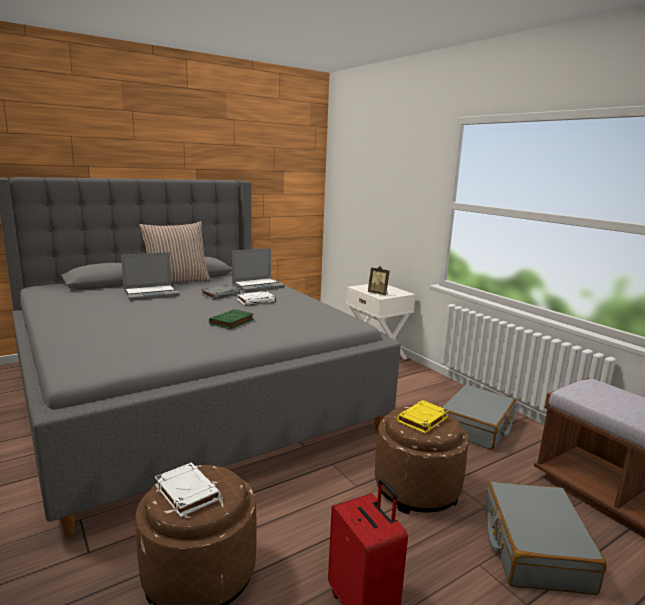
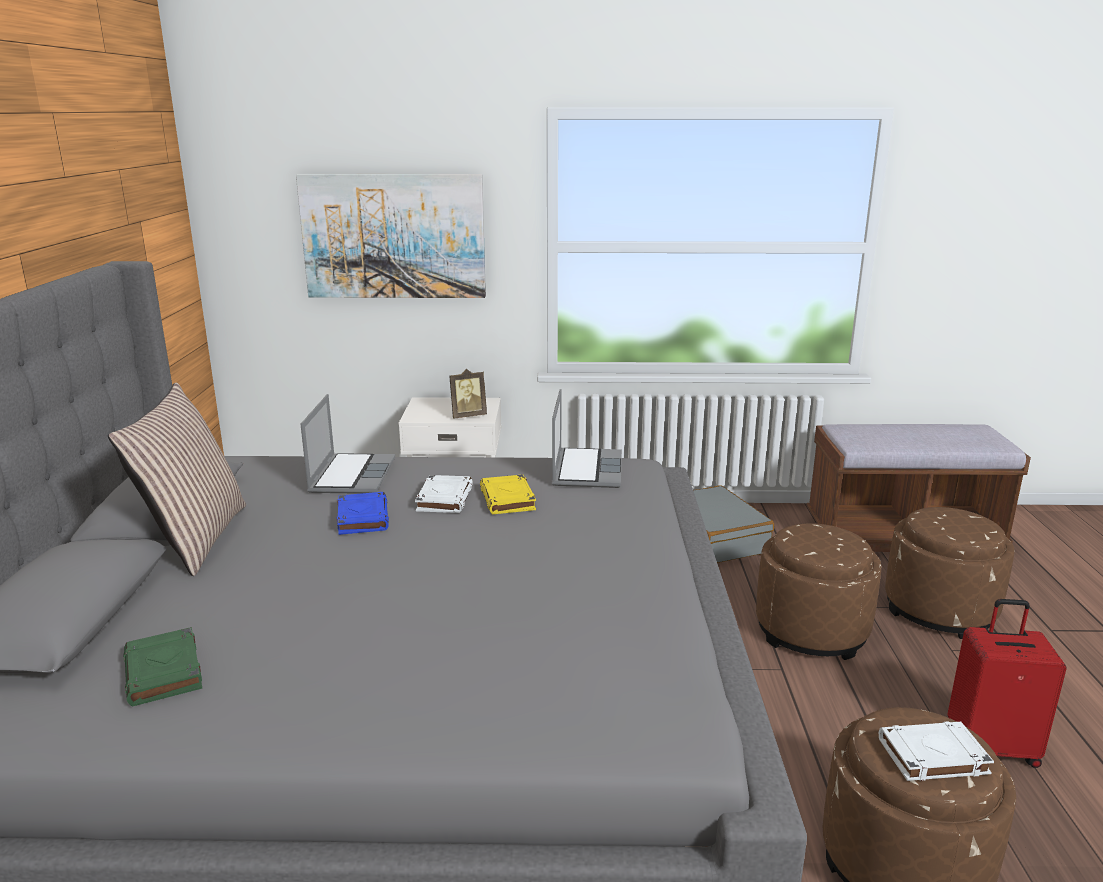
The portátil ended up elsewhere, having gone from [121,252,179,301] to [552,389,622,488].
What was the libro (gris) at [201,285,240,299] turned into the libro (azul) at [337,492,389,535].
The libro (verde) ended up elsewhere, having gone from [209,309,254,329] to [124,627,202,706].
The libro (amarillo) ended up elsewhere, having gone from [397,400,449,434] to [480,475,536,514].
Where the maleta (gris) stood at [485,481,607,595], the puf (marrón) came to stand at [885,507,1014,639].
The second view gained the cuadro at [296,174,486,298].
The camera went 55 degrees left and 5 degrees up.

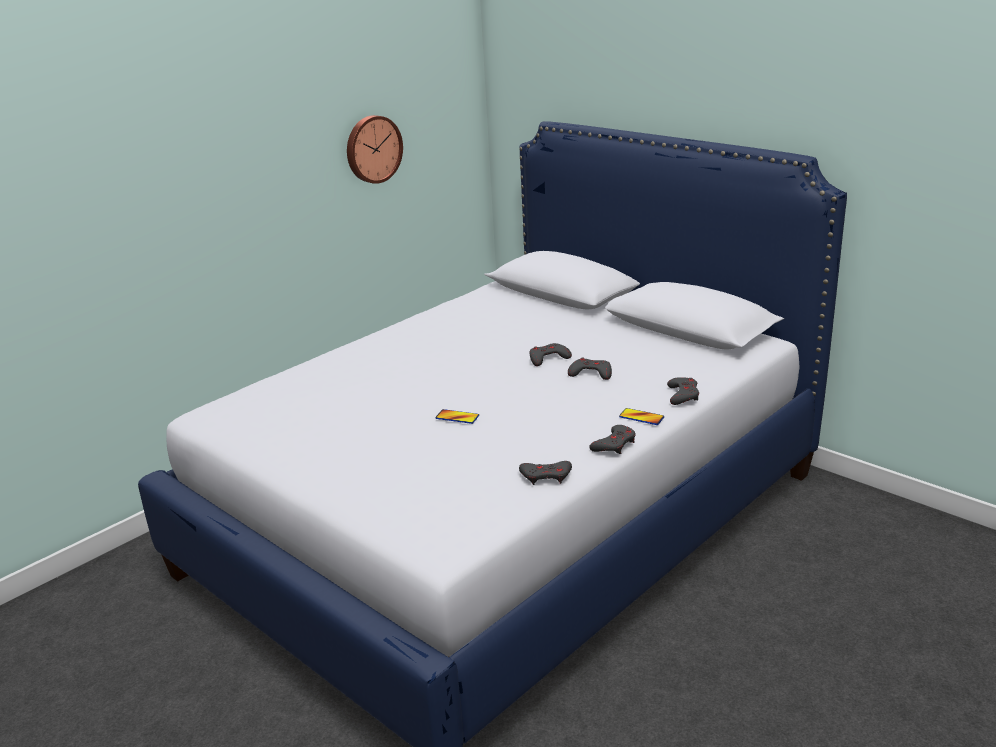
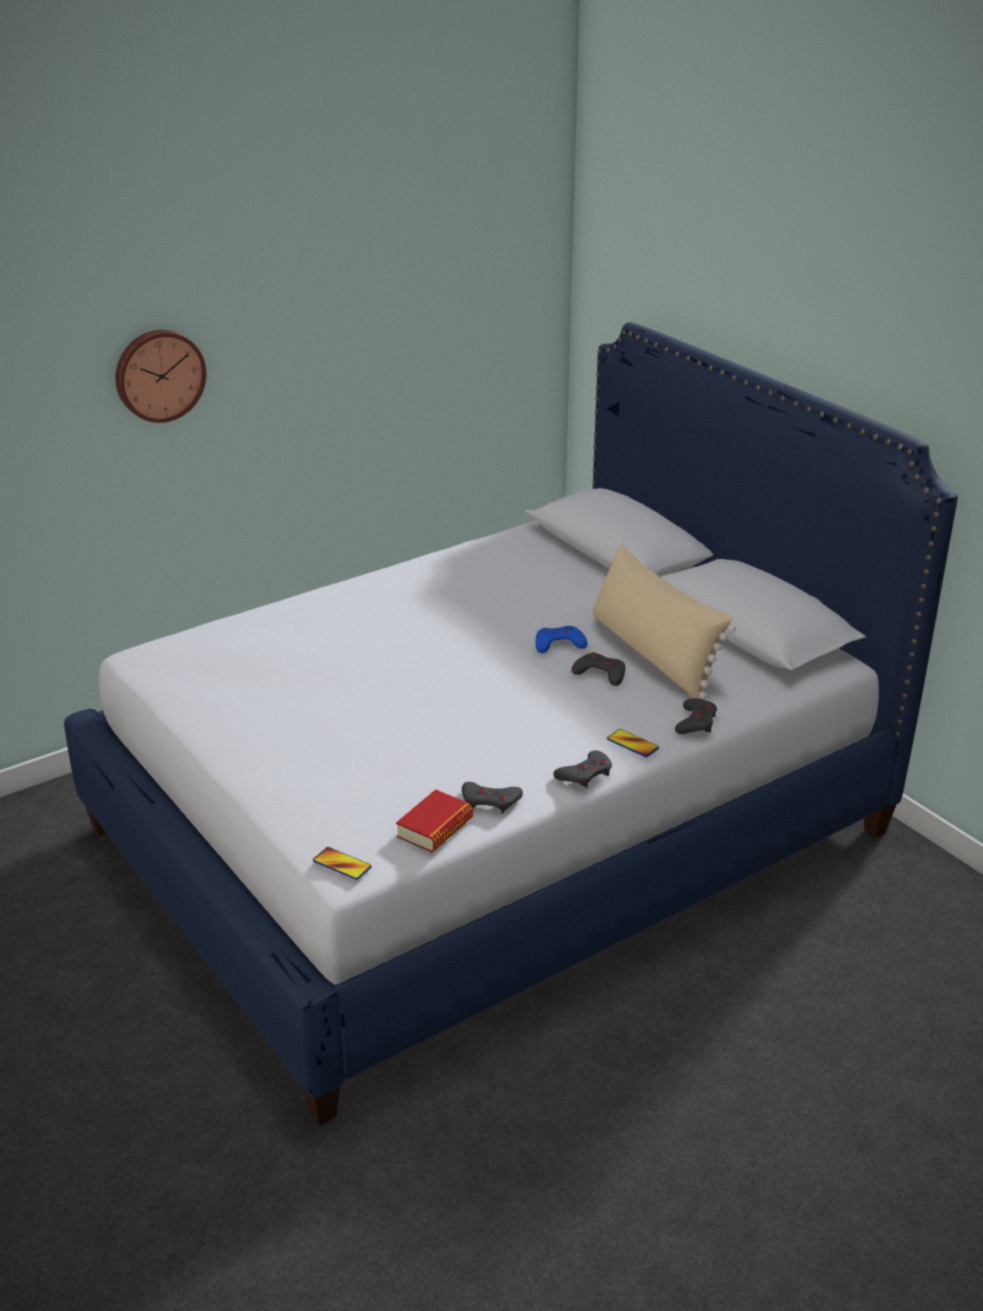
The reloj de pared ended up elsewhere, having gone from [347,115,403,184] to [115,330,206,423].
The móvil ended up elsewhere, having gone from [436,409,479,424] to [313,847,372,880].
What was the mando de consola (gris) at [530,343,572,366] turned into the mando de consola (azul) at [535,626,587,653].
The second view gained the libro at [396,789,473,852].
The second view gained the cojín (beis) at [592,543,736,700].
The camera went 10 degrees right and 5 degrees up.

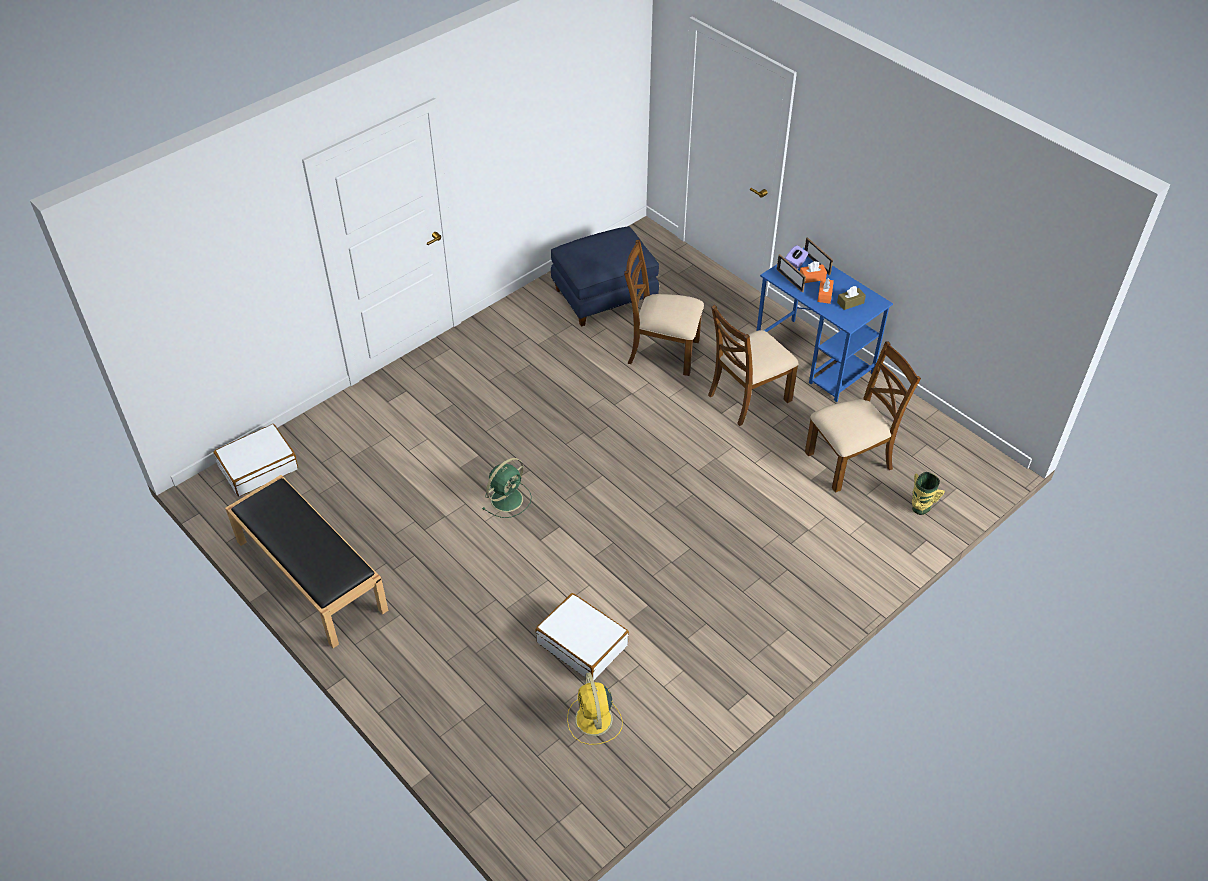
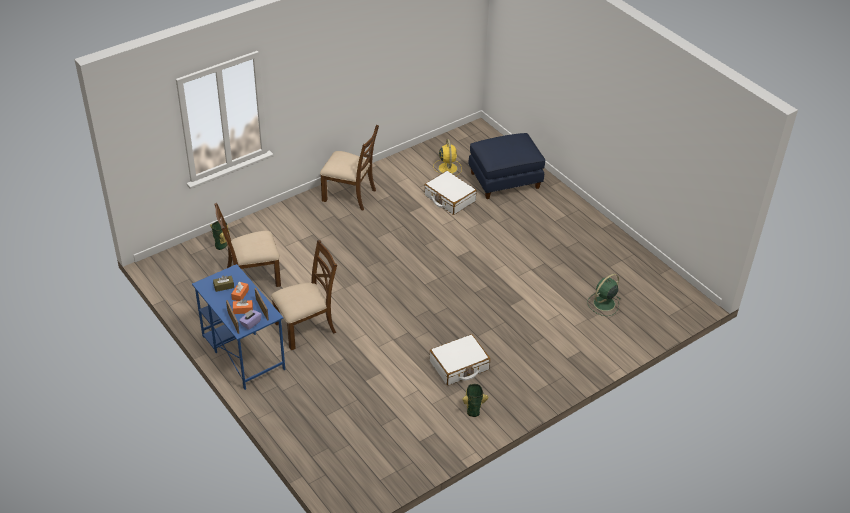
The maleta (blanco) ended up elsewhere, having gone from [213,424,298,497] to [429,334,490,385].
The second view lost the banco (negro) at [225,475,389,648].
The ventilador (verde) ended up elsewhere, having gone from [482,458,532,518] to [587,274,620,316].
The puf (azul) ended up elsewhere, having gone from [551,226,659,327] to [469,133,545,199].
The silla (marrón) ended up elsewhere, having gone from [624,240,704,376] to [320,125,379,210].
The second view gained the florero at [463,384,488,417].
The camera went 175 degrees left and 5 degrees down.

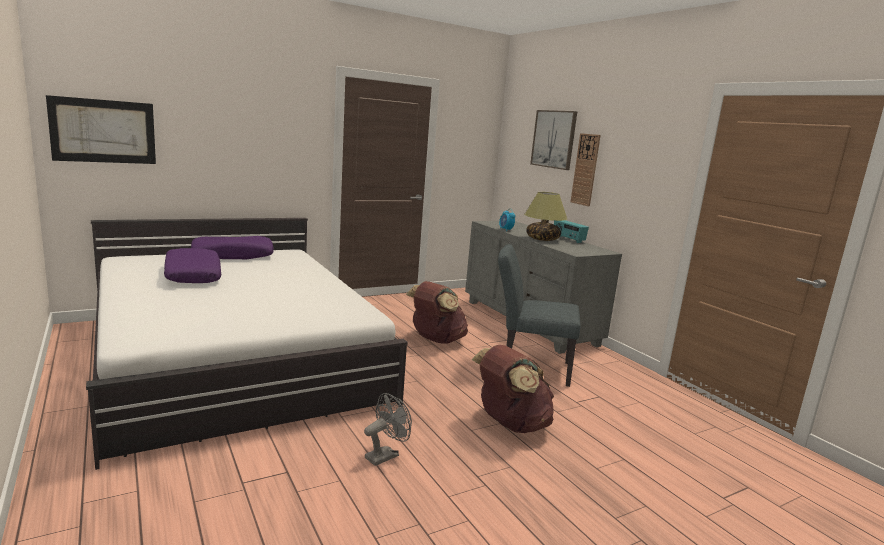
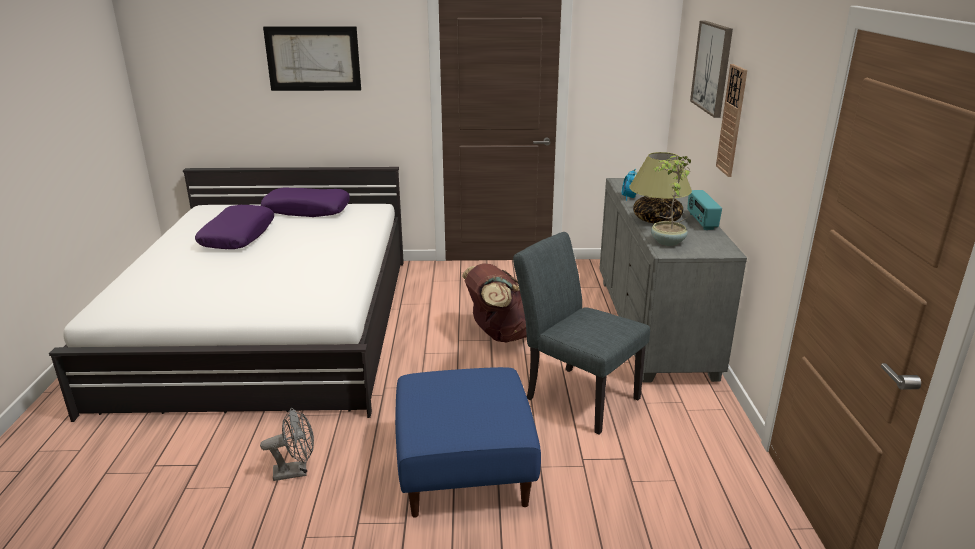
The cuadro ended up elsewhere, having gone from [46,95,156,164] to [263,26,361,91].
Where the mochila (marrón) stood at [472,345,554,433], the puf (azul) came to stand at [395,367,541,518].
The second view gained the planta en maceta at [651,156,691,246].
The camera went 30 degrees right and 10 degrees up.

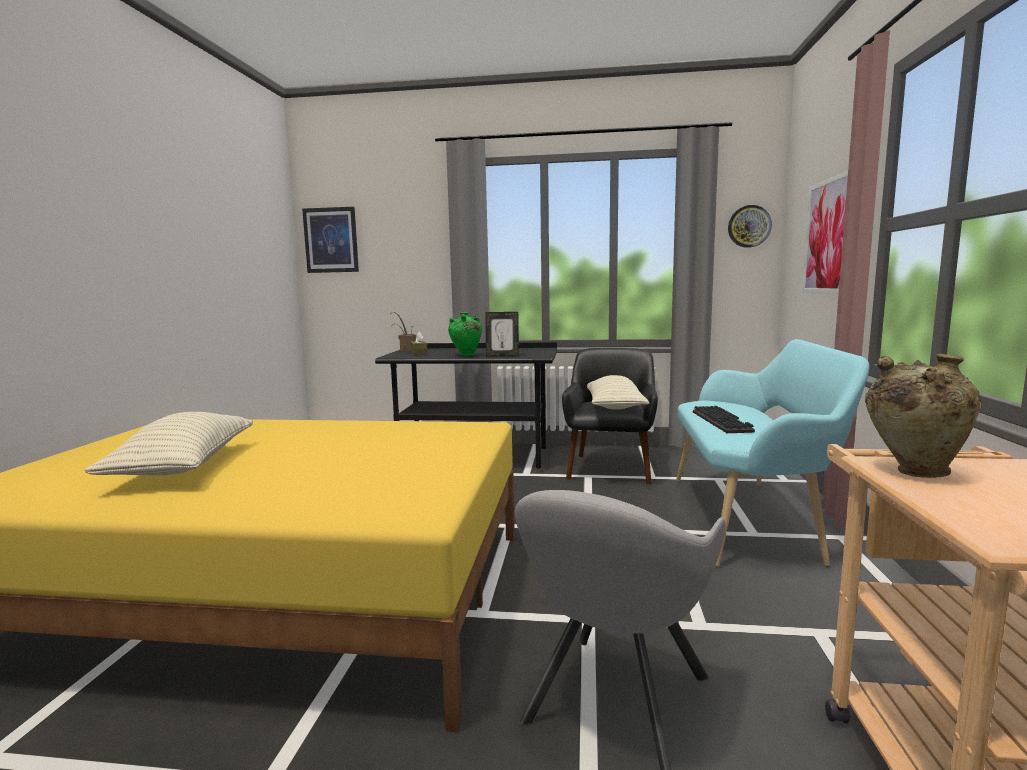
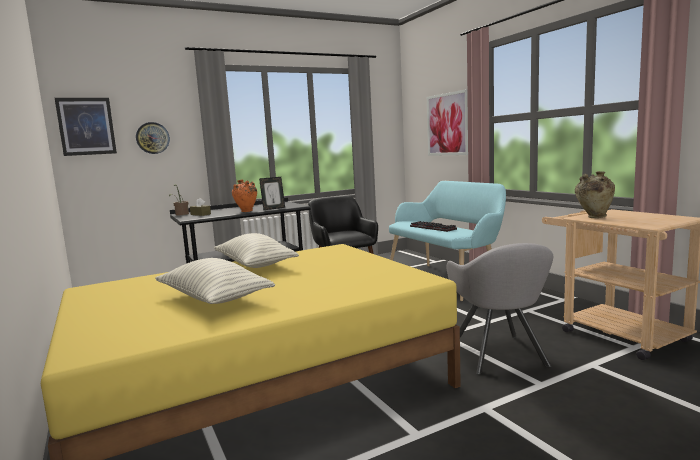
What was the florero (verde) at [448,312,482,356] turned into the florero (naranja) at [232,180,257,212].
The cojín ended up elsewhere, having gone from [587,375,649,410] to [214,233,299,268].
The reloj de pared ended up elsewhere, having gone from [728,205,772,248] to [136,122,170,154].
The camera went 35 degrees left and 0 degrees up.

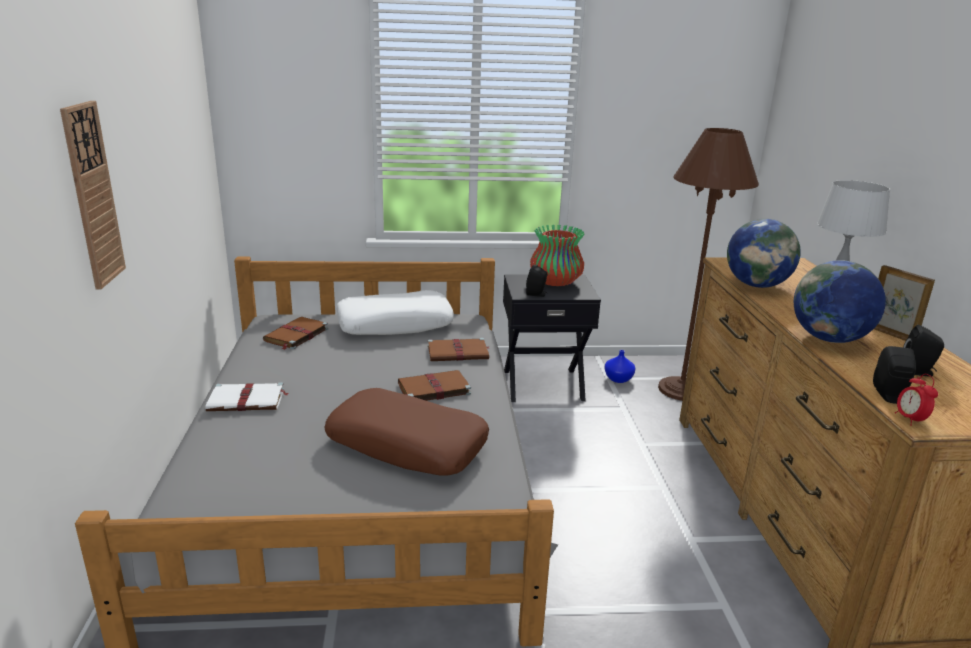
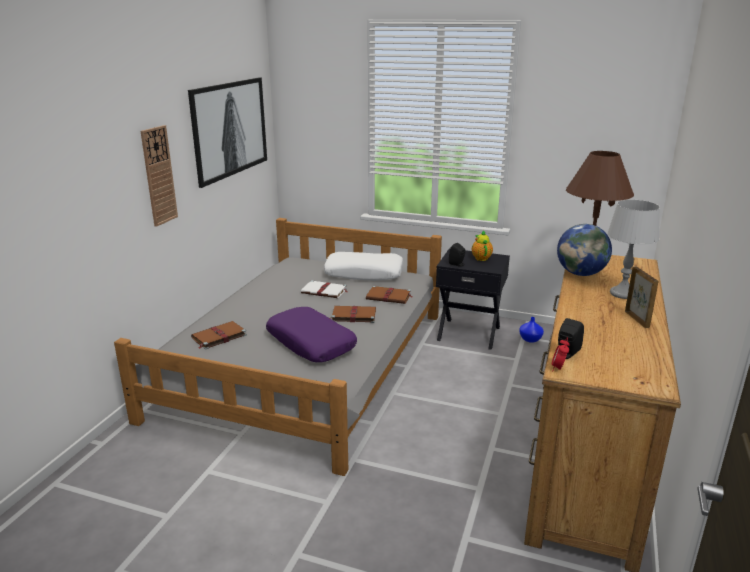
The libro (blanco) ended up elsewhere, having gone from [205,382,288,411] to [301,280,348,298].
The libro (marrón) ended up elsewhere, having gone from [263,317,328,350] to [191,321,247,350].
What was the cojín (marrón) at [325,388,489,476] turned into the cojín (morado) at [266,307,357,362].
Where the florero stood at [530,225,585,286], the tetera came to stand at [472,230,493,261].
The second view lost the globo terráqueo at [794,260,886,343].
The second view lost the altavoz (negro) at [903,325,944,377].
The second view gained the cuadro at [188,77,267,188].
The camera went 25 degrees right and 0 degrees up.

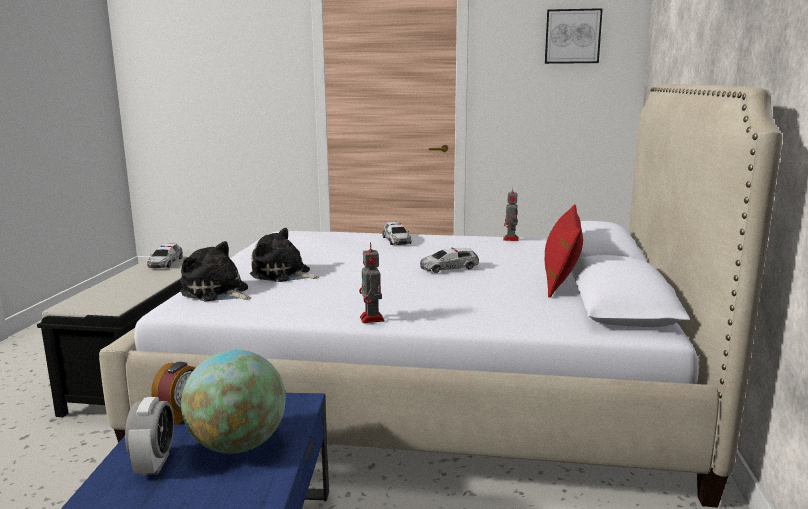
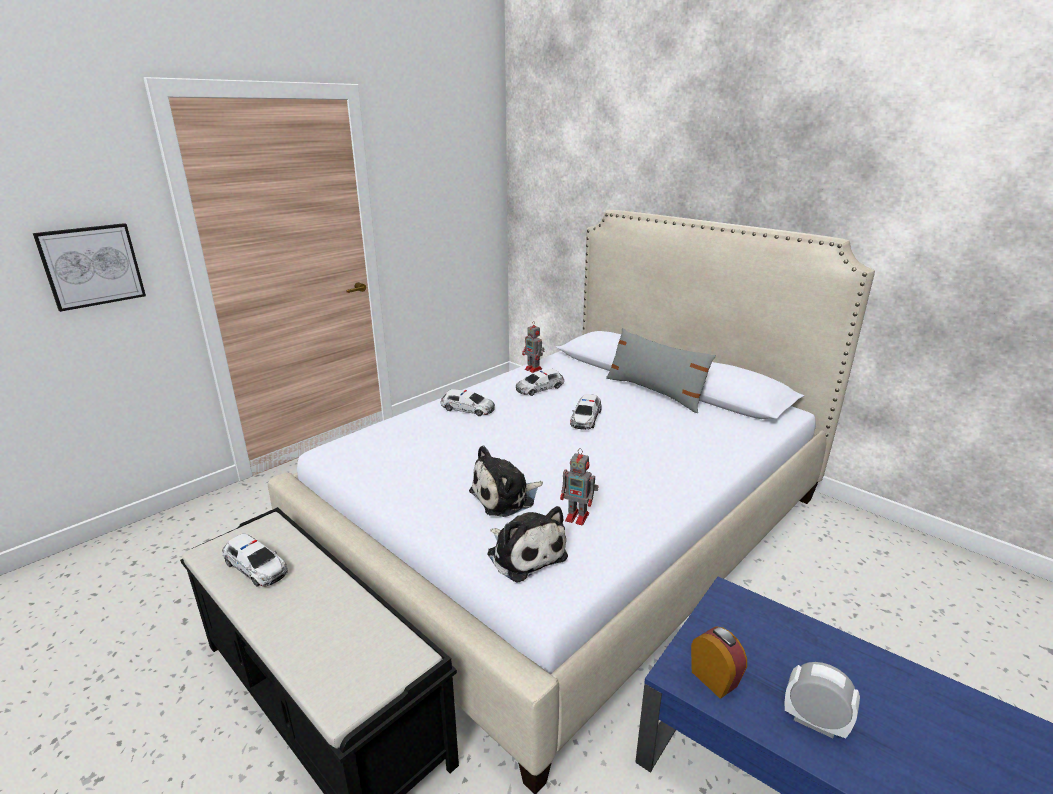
The peluche at [180,241,252,301] ended up facing another way, 105 degrees counterclockwise from before.
The second view lost the globo terráqueo at [181,350,286,454].
The robot de juguete ended up elsewhere, having gone from [359,242,384,323] to [560,448,599,525].
The cuadro ended up elsewhere, having gone from [545,8,603,64] to [33,223,146,312].
What was the cojín (rojo) at [545,204,583,298] turned into the cojín (gris) at [606,328,716,413].
The second view gained the coche de juguete at [516,369,564,396].
The camera went 55 degrees left and 10 degrees up.

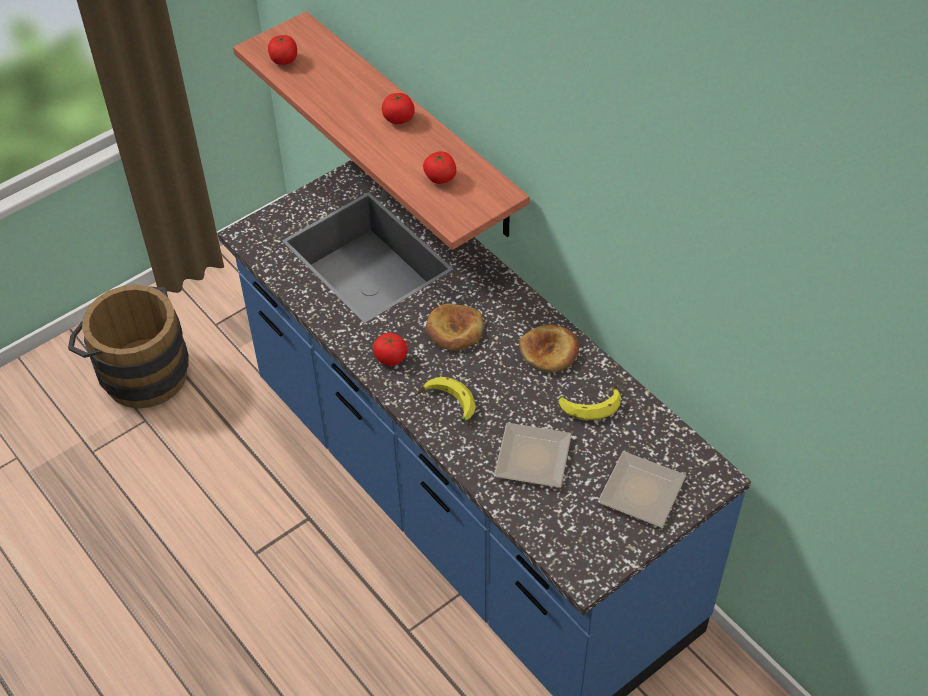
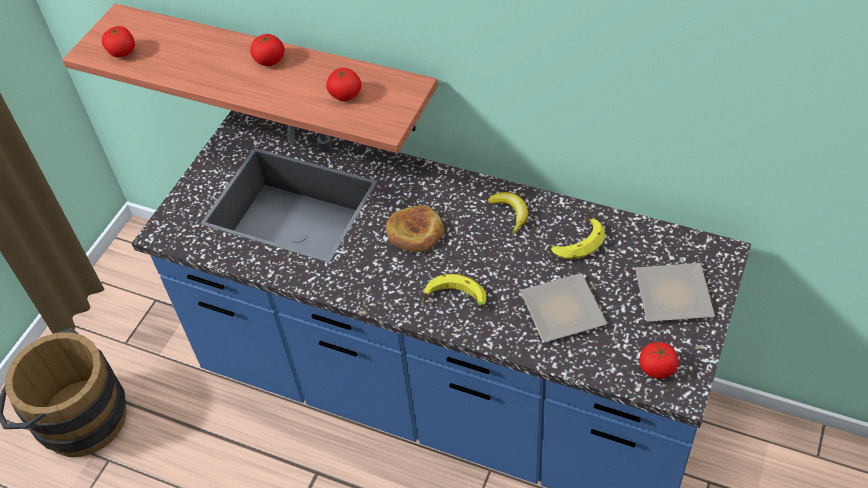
The tomate ended up elsewhere, having gone from [373,333,407,366] to [640,342,678,379].
Where the pan stood at [519,325,579,372], the plátano came to stand at [488,192,528,234].
The camera went 25 degrees left and 0 degrees up.

